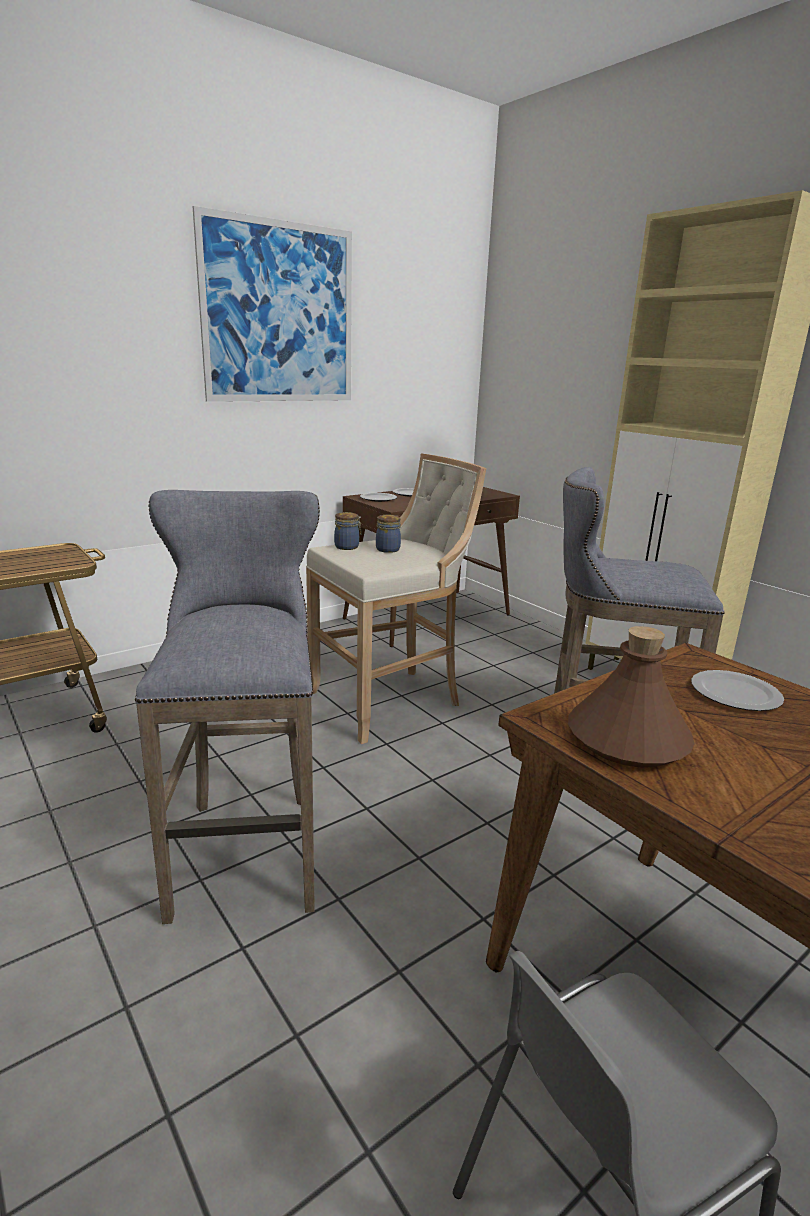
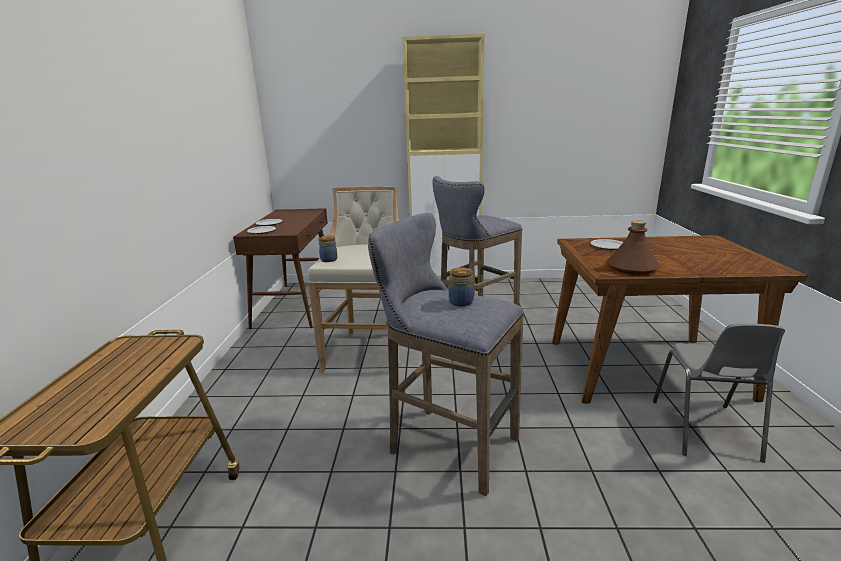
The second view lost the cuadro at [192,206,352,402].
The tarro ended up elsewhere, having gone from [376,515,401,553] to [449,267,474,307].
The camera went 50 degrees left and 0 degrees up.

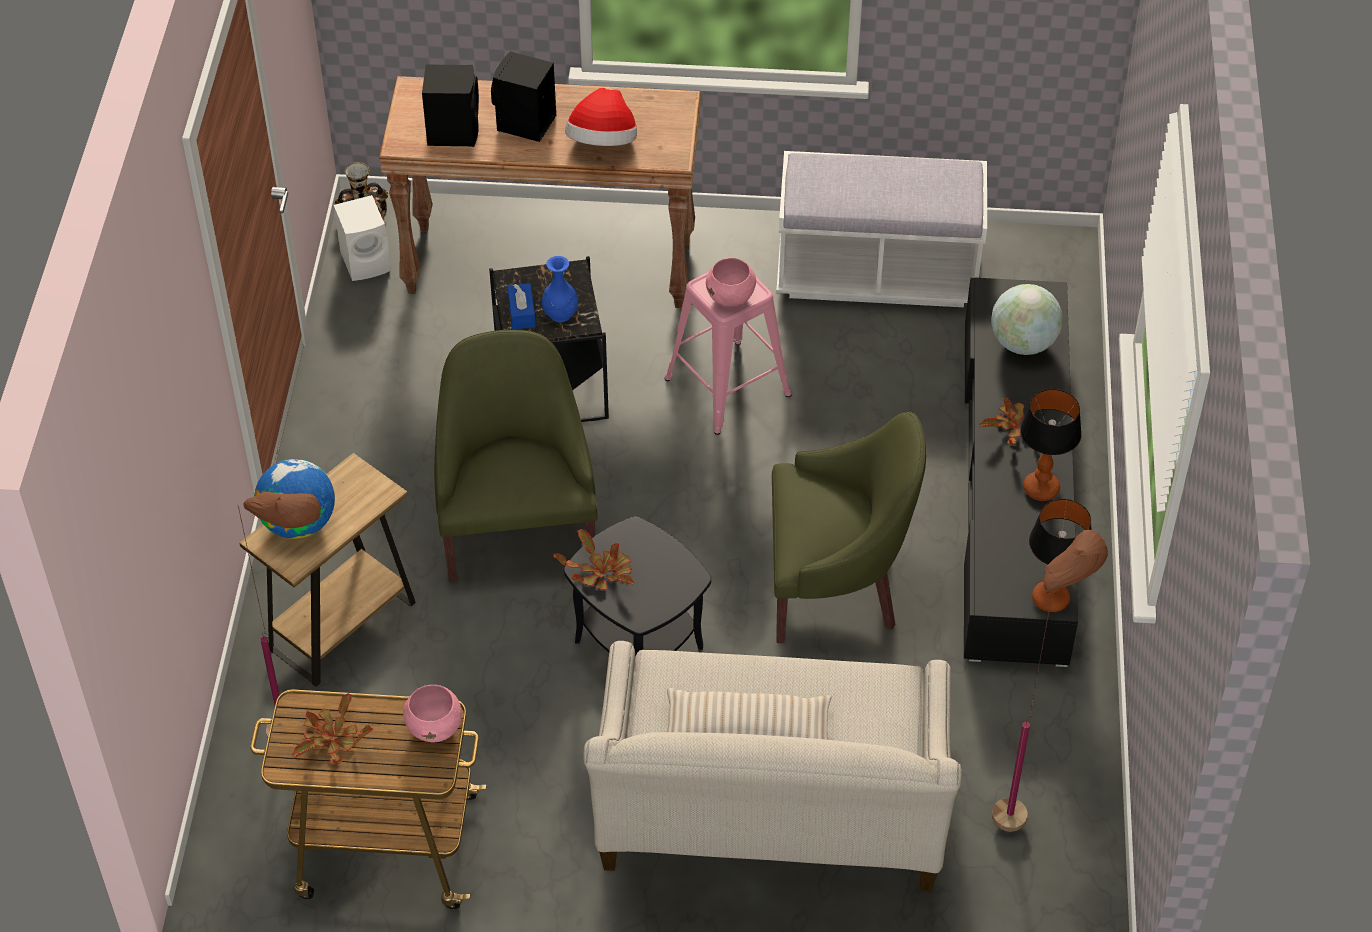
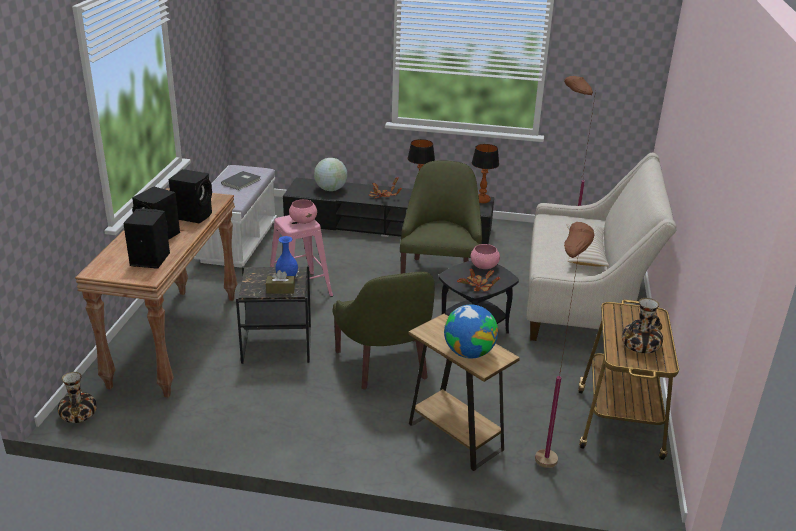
Where the planta en maceta stood at [292,693,373,764], the florero came to stand at [622,298,663,353].
The second view lost the altavoz (blanco) at [334,195,391,281].
The cuenco (rosa) ended up elsewhere, having gone from [403,685,462,742] to [471,244,500,269].
The sillón (verde) at [434,330,598,582] ended up facing another way, 105 degrees counterclockwise from before.
What was the caja de pañuelos (azul) at [508,283,536,329] turned into the caja de pañuelos (marrón) at [266,270,295,294].
Where the sombrero stood at [565,88,637,146], the altavoz (negro) came to stand at [169,169,212,223].
The second view gained the libro (gris) at [221,171,261,190].
The camera went 85 degrees left and 20 degrees down.

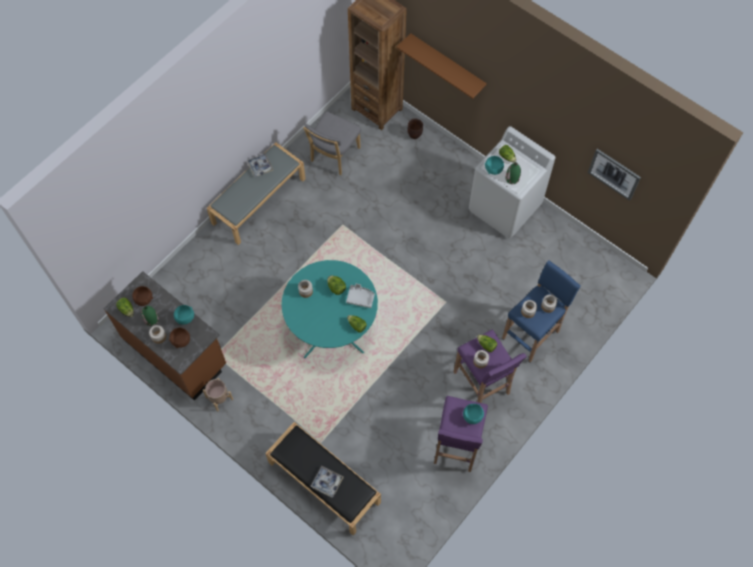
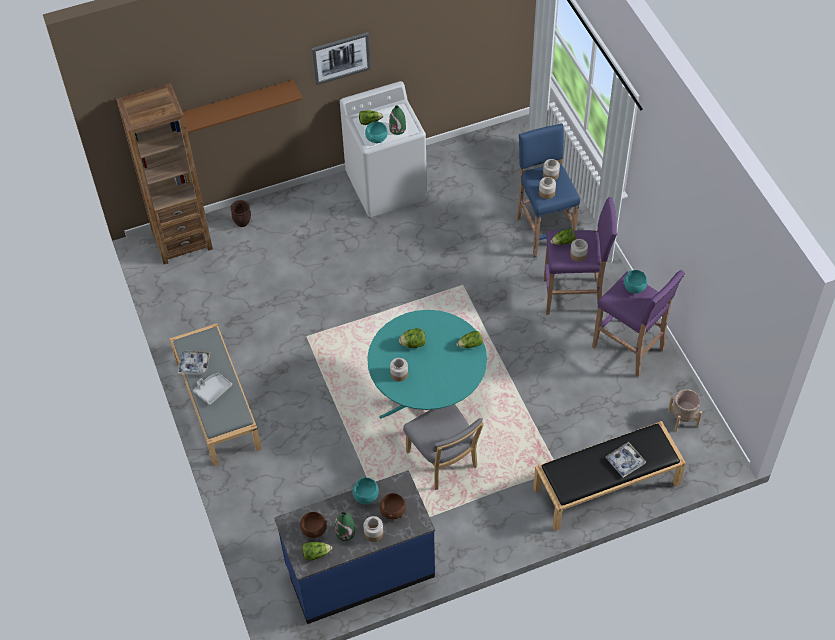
What was the mueble bajo de cocina (marrón) at [104,271,226,400] turned into the mueble bajo de cocina (azul) at [274,470,435,624].
The maceta (beis) ended up elsewhere, having gone from [203,378,233,411] to [668,389,702,431].
The silla (gris) ended up elsewhere, having gone from [303,111,361,175] to [403,404,484,490].
The bandeja (gris) ended up elsewhere, having gone from [346,284,375,308] to [193,373,232,405].
The cuadro ended up elsewhere, having gone from [588,149,641,201] to [311,32,371,85].
The camera went 60 degrees left and 10 degrees down.

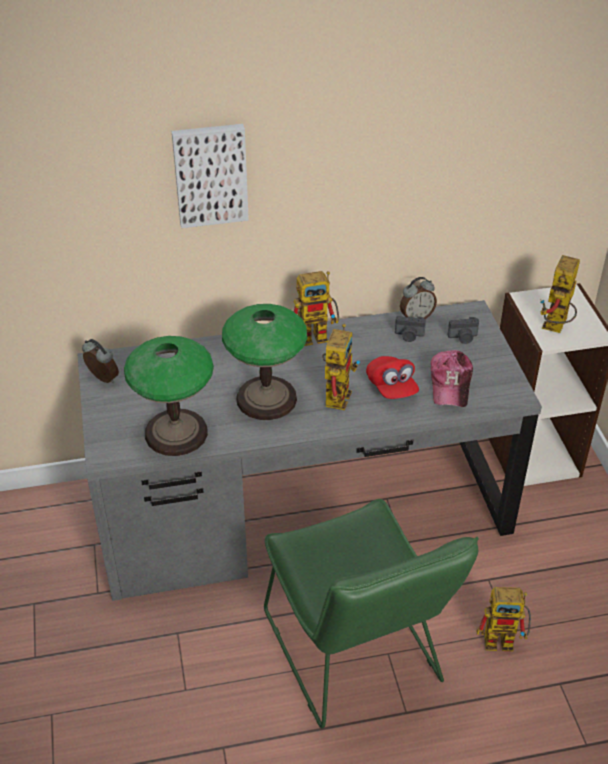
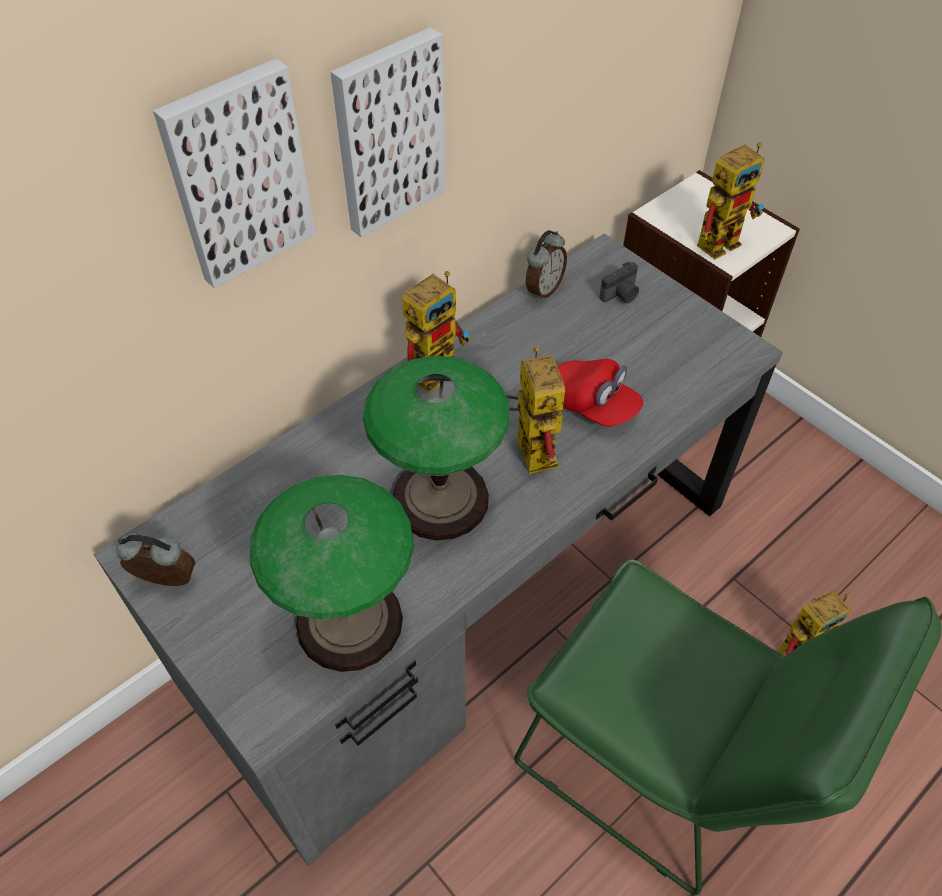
The second view lost the cámara at [395,316,426,342].
The second view lost the gorra at [431,350,473,407].
The robot de juguete at [540,255,580,333] ended up facing another way, 120 degrees counterclockwise from before.
The second view gained the cuadro at [330,27,446,237].
The camera went 30 degrees left and 10 degrees up.

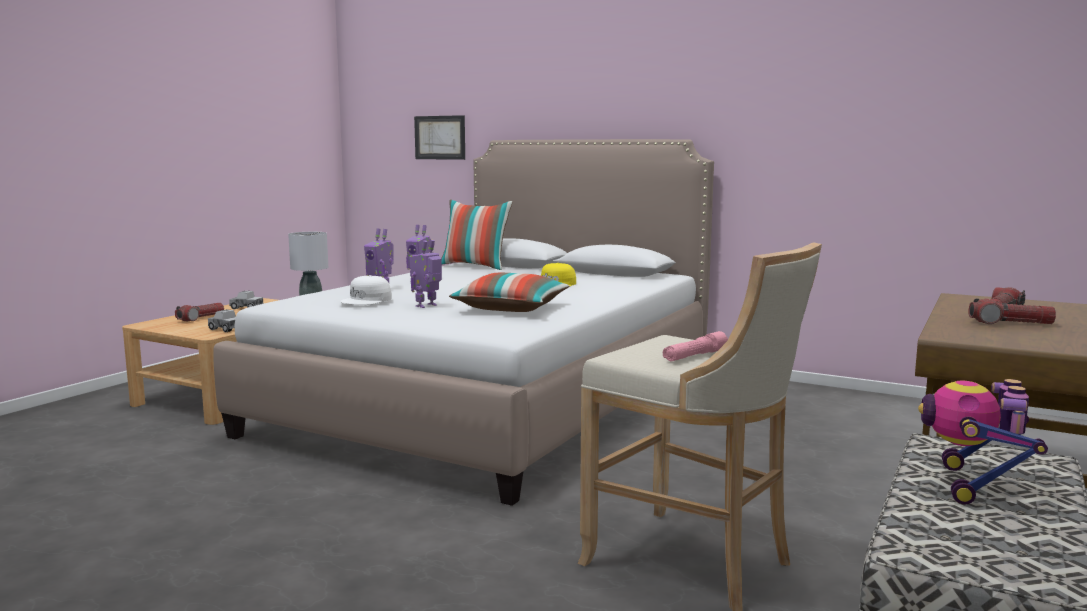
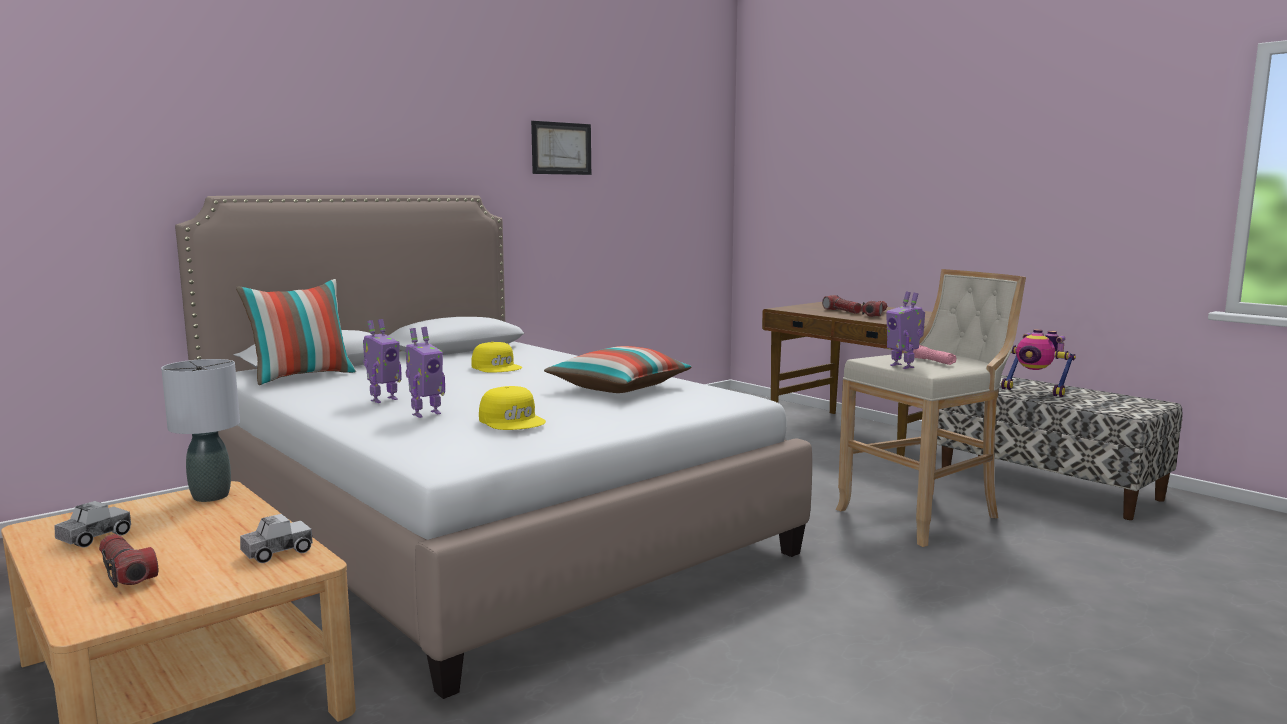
What was the gorra (blanco) at [340,275,392,305] turned into the gorra (amarillo) at [479,386,546,430].
The robot de juguete ended up elsewhere, having gone from [409,240,442,308] to [886,291,925,369].
The cuadro ended up elsewhere, having gone from [414,115,465,160] to [531,121,591,175].
The camera went 70 degrees left and 0 degrees up.

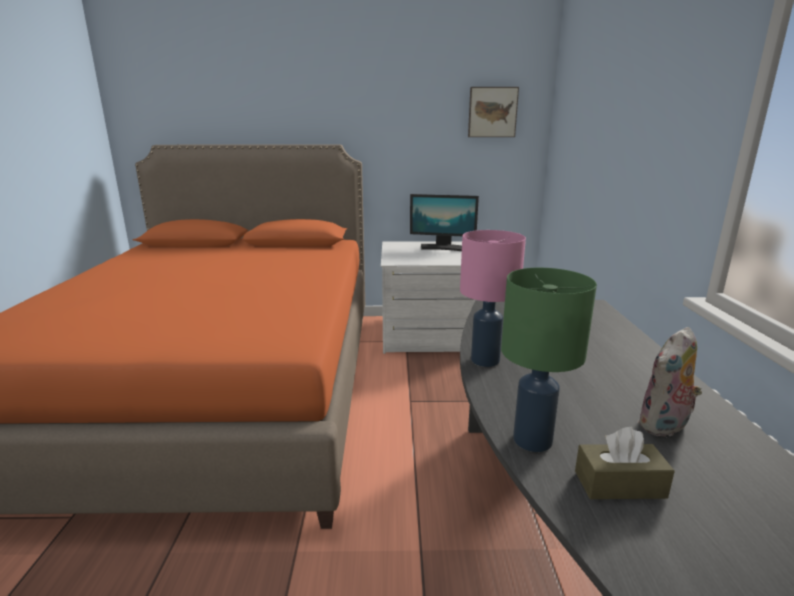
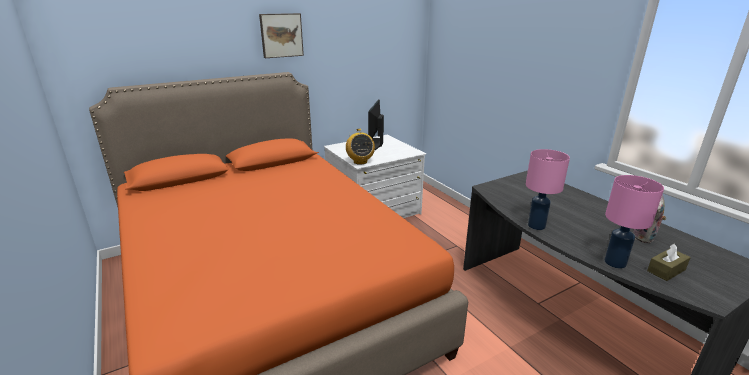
The monitor at [410,194,479,251] ended up facing another way, 120 degrees clockwise from before.
The cuadro ended up elsewhere, having gone from [468,87,519,137] to [259,13,304,58].
What was the lámpara de mesa (verde) at [501,268,597,452] turned into the lámpara de mesa (rosa) at [604,175,664,269].
The second view gained the radio at [346,129,375,165].
The camera went 30 degrees left and 5 degrees up.

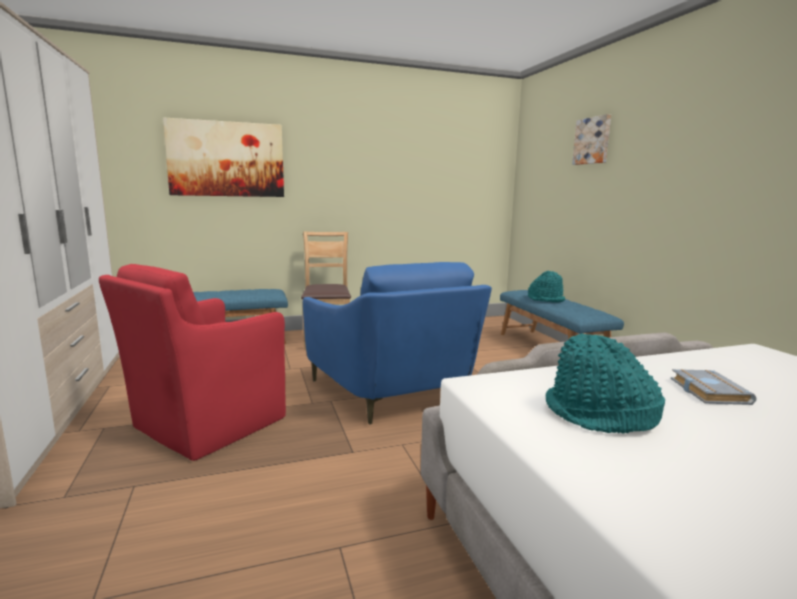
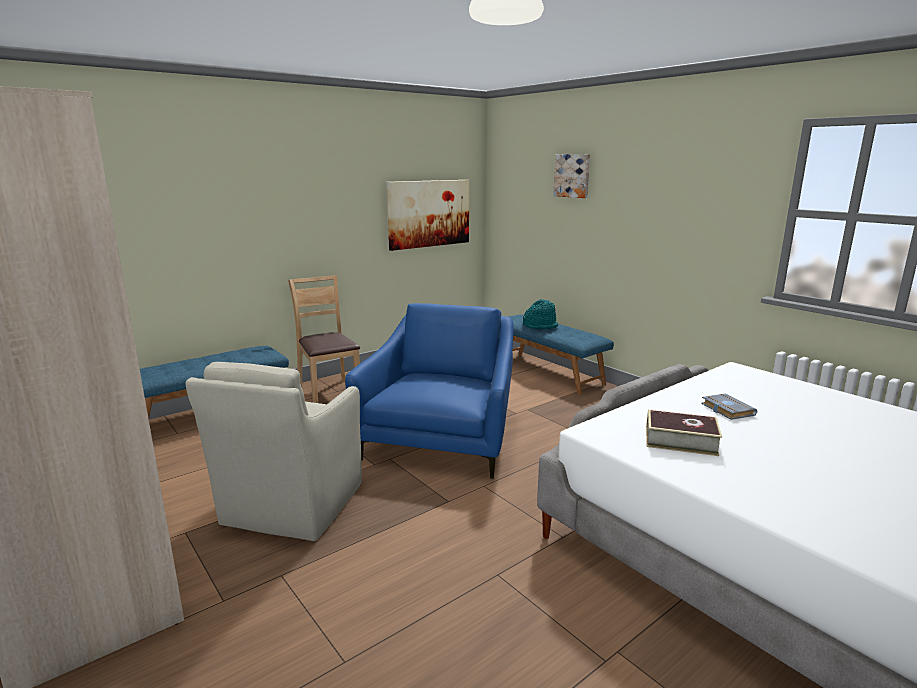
What was the sillón (rojo) at [99,264,286,461] turned into the sillón (beis) at [185,362,362,541].
The cuadro ended up elsewhere, having gone from [163,117,284,197] to [387,180,469,251].
The sillón (azul) at [303,262,492,425] ended up facing another way, 120 degrees counterclockwise from before.
Where the sombrero (turquesa) stood at [546,334,665,434], the libro came to stand at [646,410,722,456].
The camera went 20 degrees left and 5 degrees up.

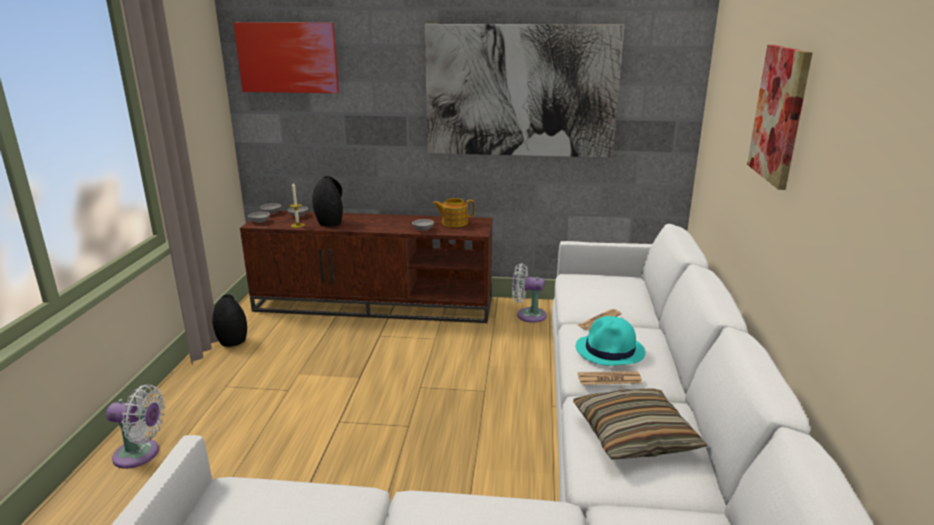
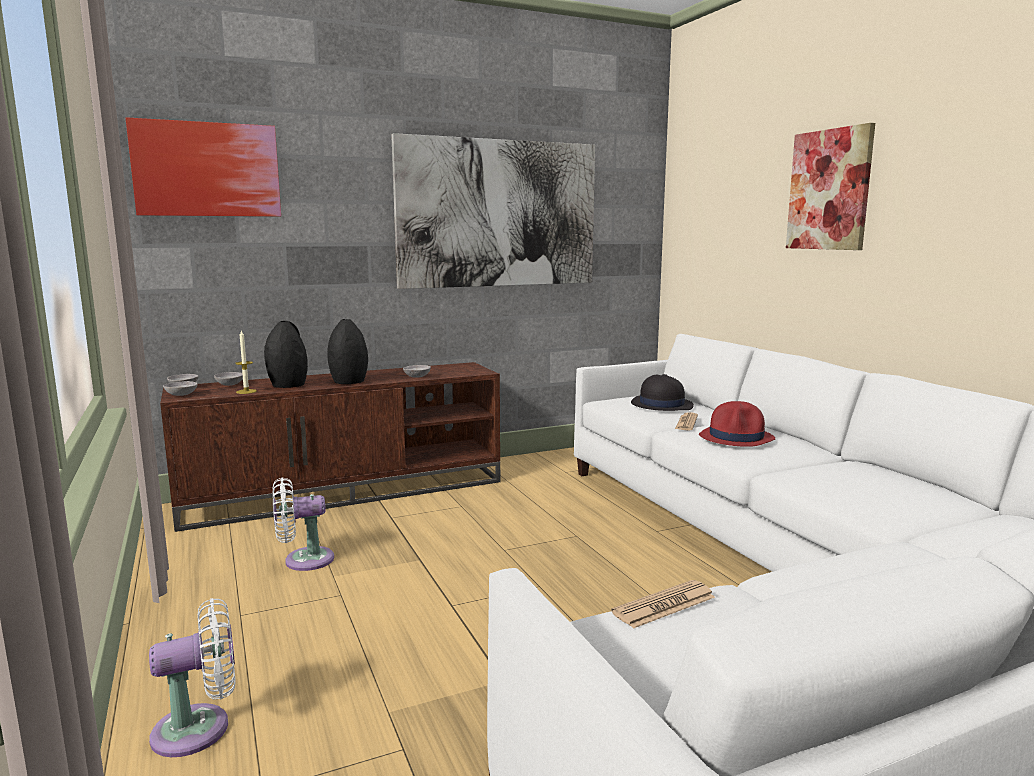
The florero (negro) ended up elsewhere, having gone from [212,294,247,347] to [327,319,368,384].
The second view lost the tetera at [433,198,475,227].
The ventilador (blanco) ended up elsewhere, having gone from [512,263,547,323] to [273,477,334,571].
The second view lost the cojín at [573,388,708,460].
What was the sombrero (turquesa) at [576,316,645,366] turned into the sombrero (rojo) at [699,401,775,447].
The periódico ended up elsewhere, having gone from [578,371,642,385] to [611,580,715,629].
The second view gained the sombrero (negro) at [631,374,694,411].
The camera went 30 degrees left and 10 degrees down.

